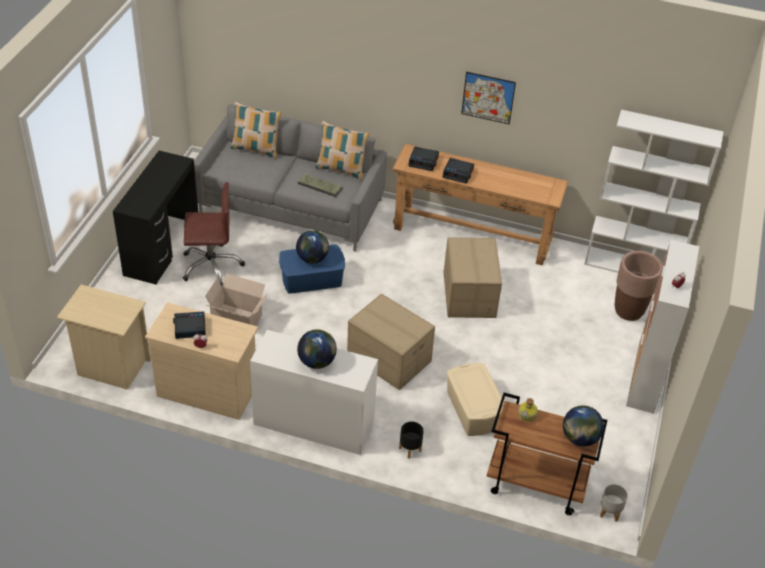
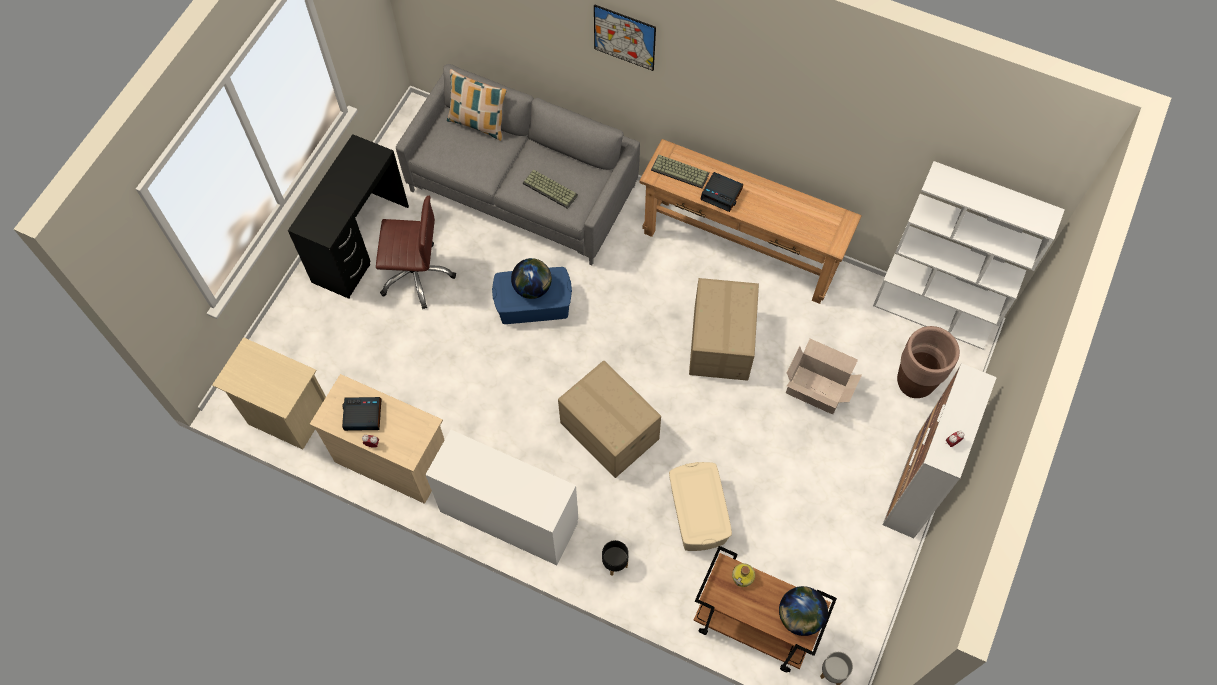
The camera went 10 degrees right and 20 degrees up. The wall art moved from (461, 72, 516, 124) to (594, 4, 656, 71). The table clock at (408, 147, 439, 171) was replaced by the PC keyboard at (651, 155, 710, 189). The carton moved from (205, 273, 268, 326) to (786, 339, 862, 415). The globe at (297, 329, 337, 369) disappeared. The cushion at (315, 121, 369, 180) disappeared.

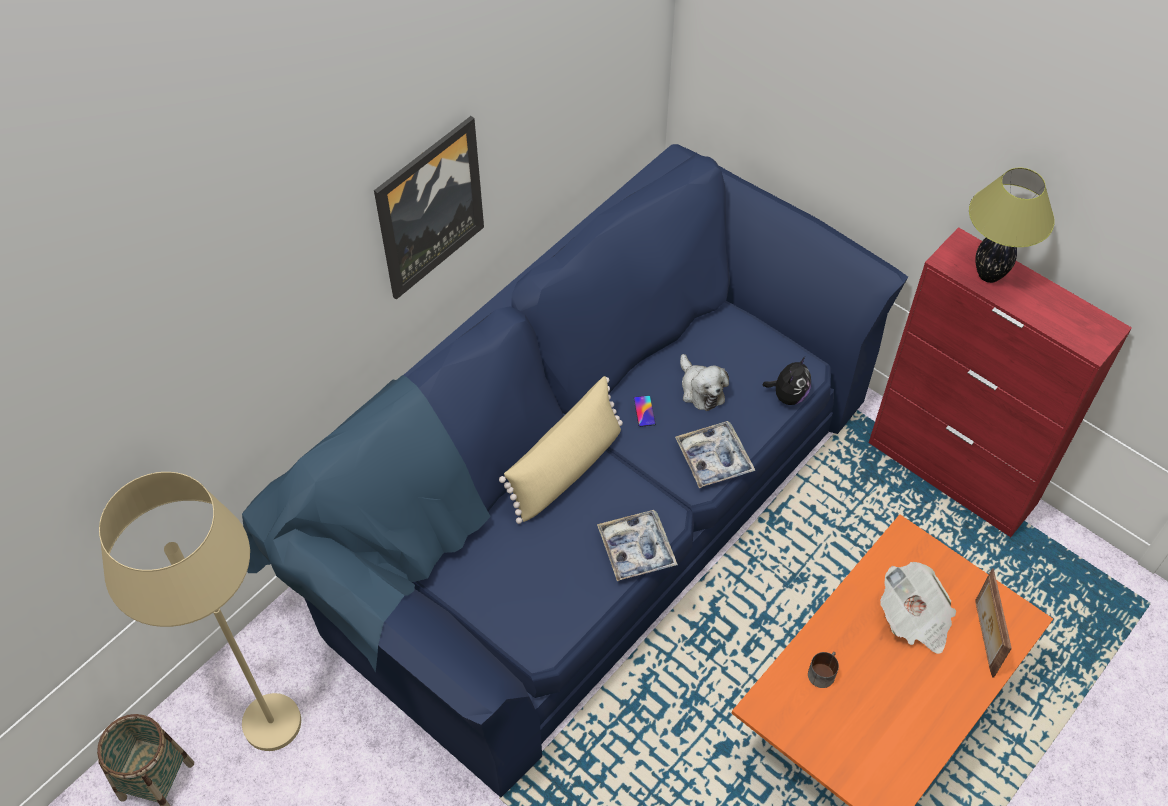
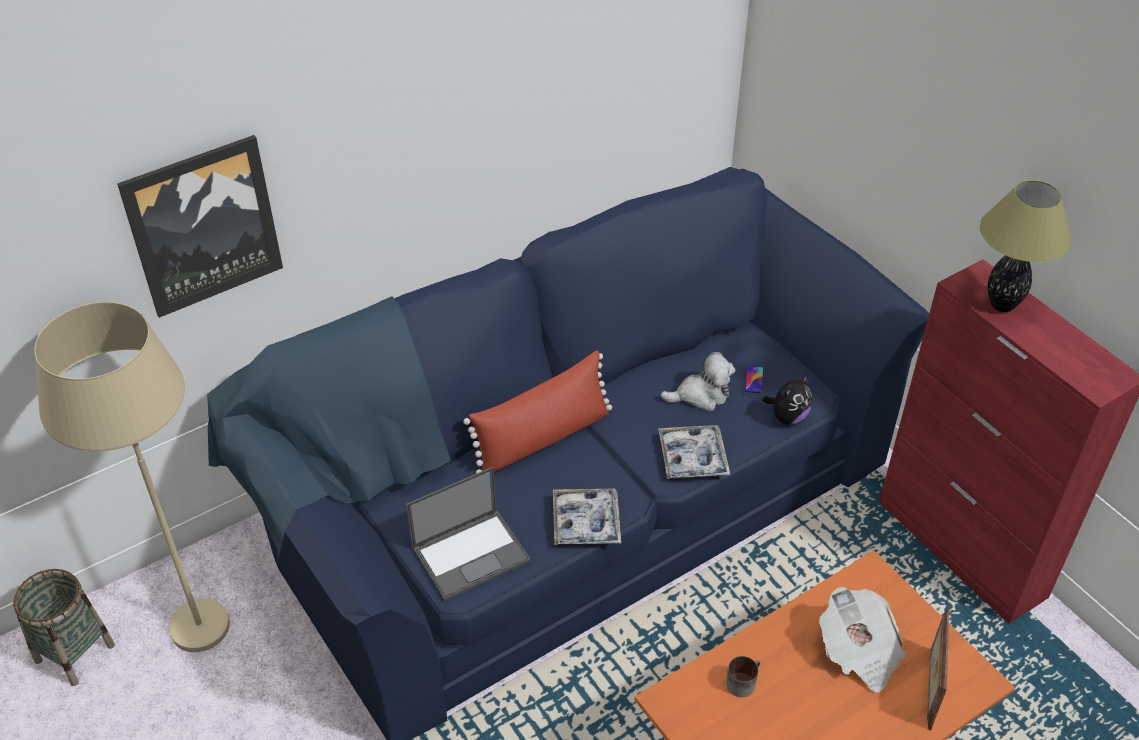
The camera went 15 degrees right and 10 degrees down. The wall art moved from (374, 116, 484, 300) to (117, 135, 283, 318). The portable computer at (406, 467, 530, 601) appeared. The beige cushion at (499, 376, 623, 524) became the reddish cushion at (463, 351, 612, 474). The soft toy at (680, 354, 729, 411) turned 90 degrees counterclockwise. The handset moved from (634, 396, 655, 427) to (745, 366, 763, 393).

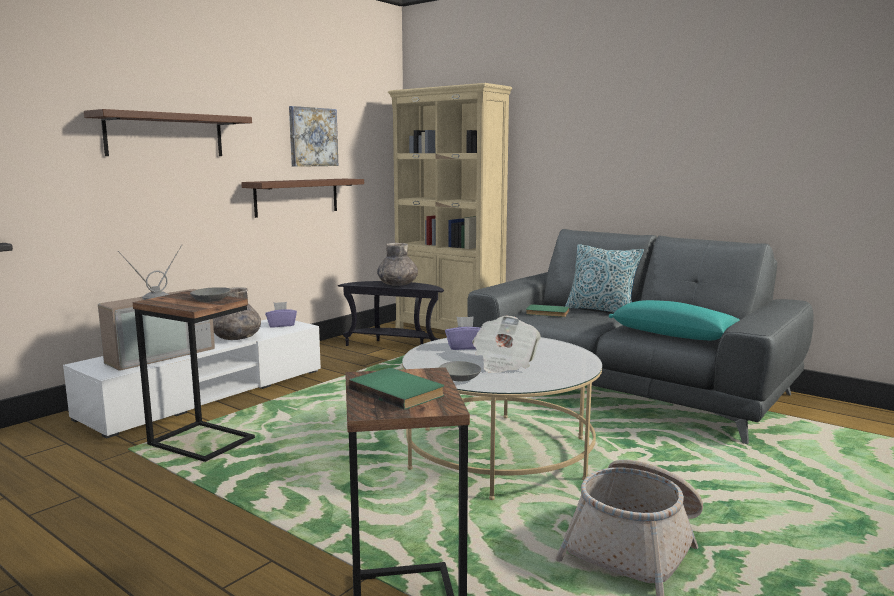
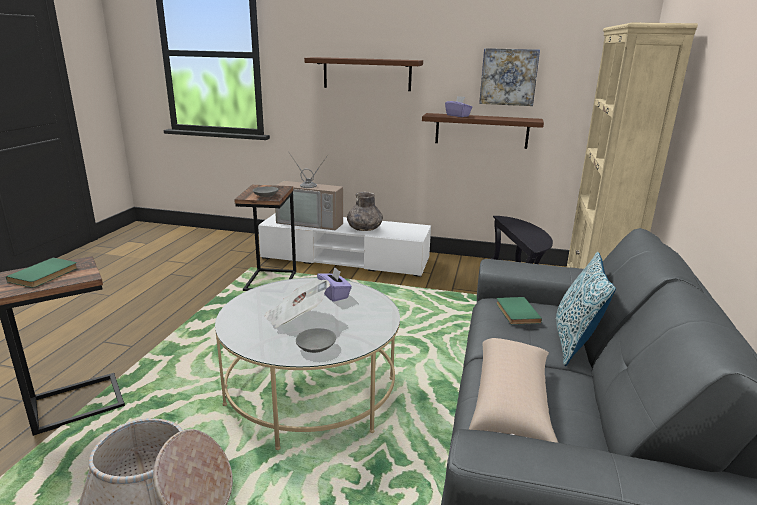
The camera went 65 degrees right and 10 degrees up. The gray deep dish moved from (439, 361, 481, 382) to (296, 328, 336, 353). The purple-coloured tissue box moved from (265, 302, 297, 327) to (445, 96, 472, 117). The turquoise-coloured cushion at (609, 300, 740, 340) became the beige cushion at (469, 338, 558, 443). The gray flower vase at (377, 243, 418, 286) disappeared.

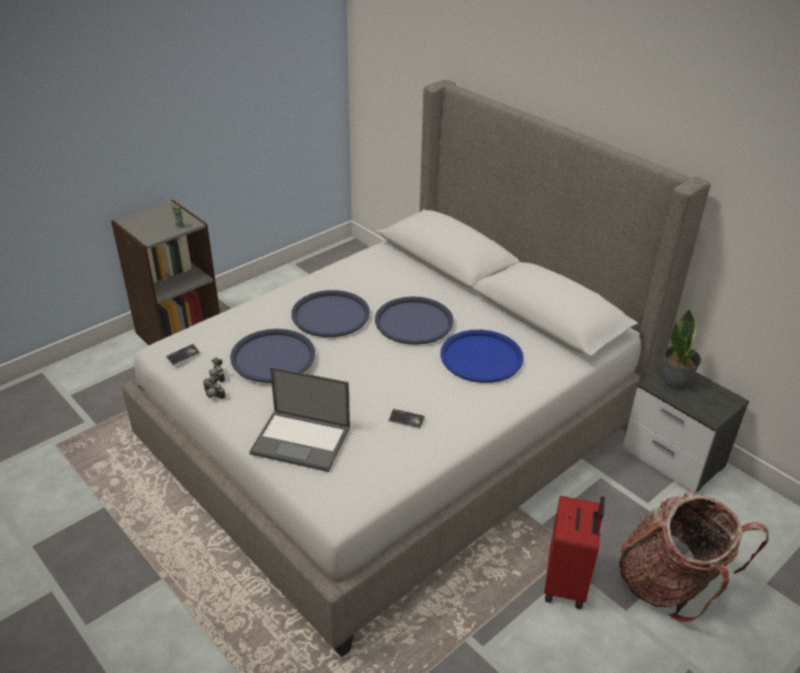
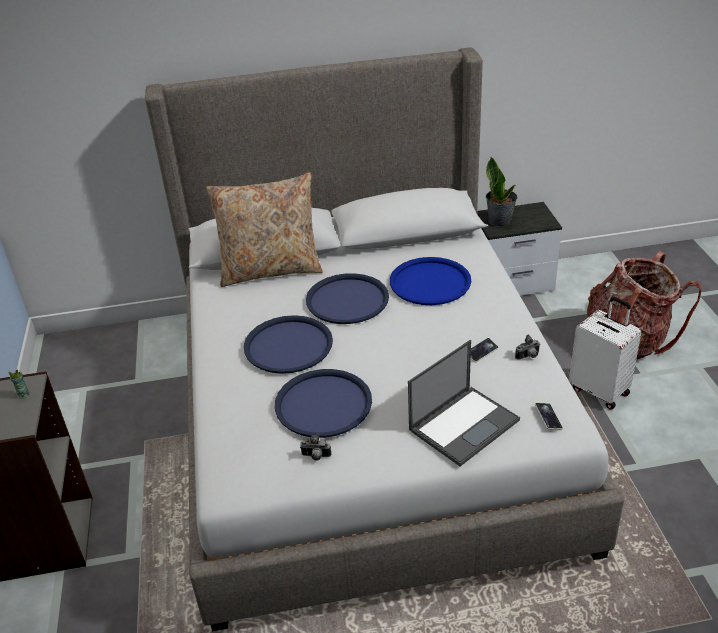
The camera went 55 degrees left and 0 degrees up. The beige cushion at (206, 173, 323, 287) appeared. The photo camera moved from (203, 376, 226, 399) to (515, 335, 540, 360). The handset moved from (166, 344, 200, 366) to (535, 403, 563, 430). The reddish suitcase at (544, 496, 605, 609) became the whitish suitcase at (569, 297, 641, 410).

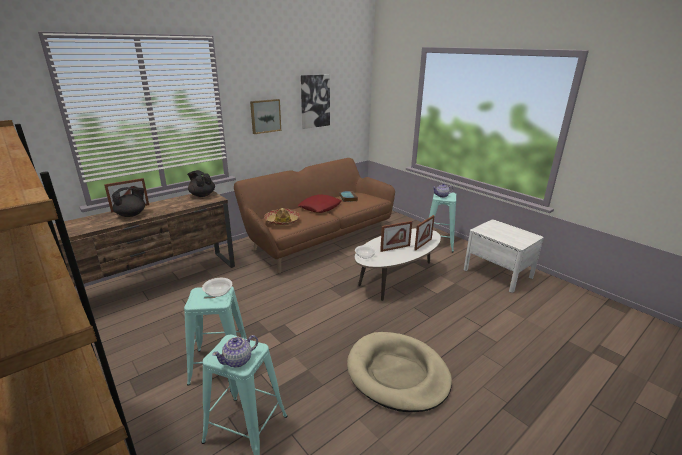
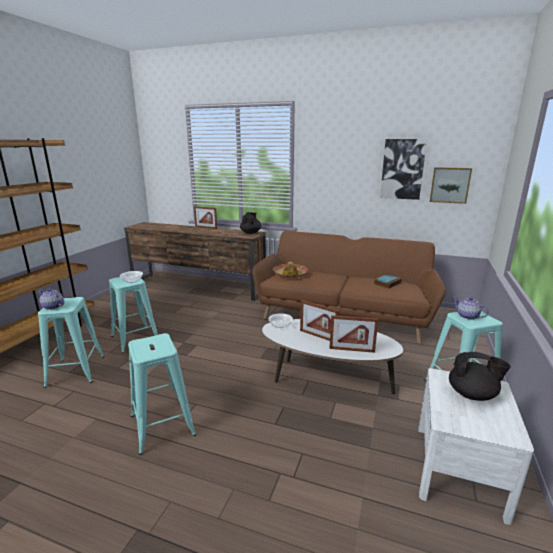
The camera went 60 degrees right and 5 degrees down. The beige dog bed at (347, 332, 452, 412) was replaced by the turquoise-coloured stool seat at (128, 333, 196, 455). The wall art moved from (250, 99, 281, 134) to (430, 167, 472, 204). The blackish tea pot moved from (112, 187, 145, 217) to (449, 352, 511, 401). The reddish cushion at (298, 194, 342, 213) disappeared.

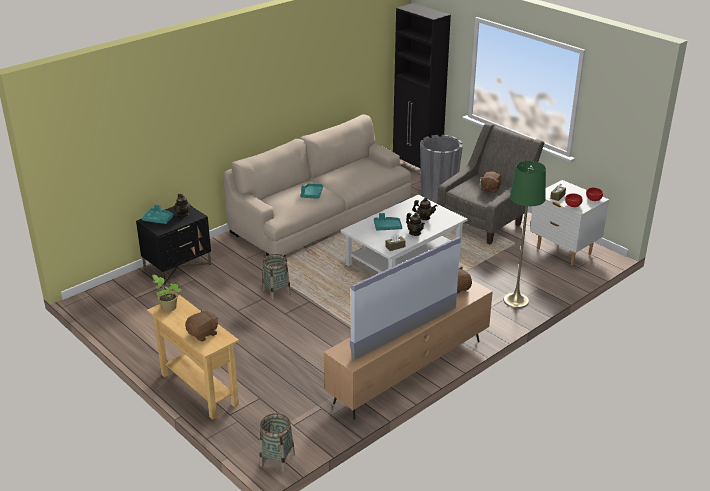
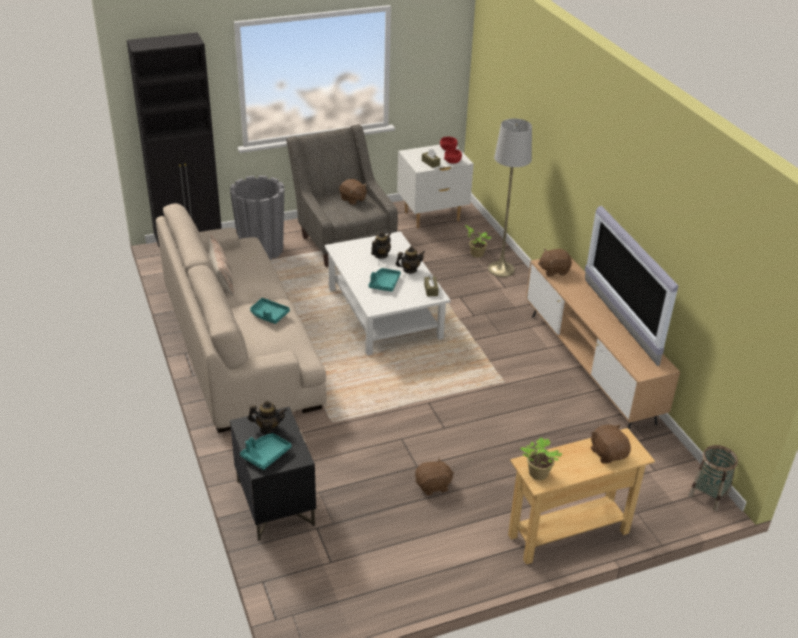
The camera went 70 degrees left and 5 degrees up. The cushion at (209, 234, 233, 296) appeared. The brown-coloured soft toy at (415, 458, 454, 495) appeared. The houseplant at (465, 225, 492, 257) appeared. The green floor lamp at (503, 161, 546, 308) became the gray floor lamp at (488, 119, 532, 277). The storage basket at (263, 254, 291, 300) disappeared.

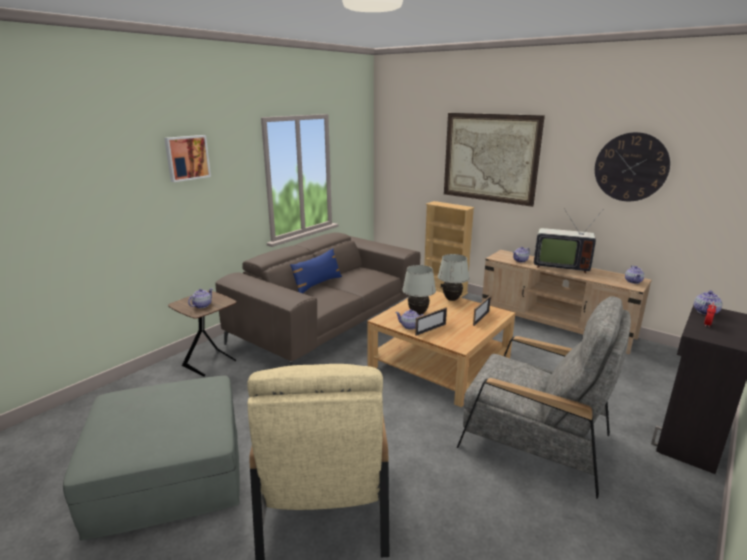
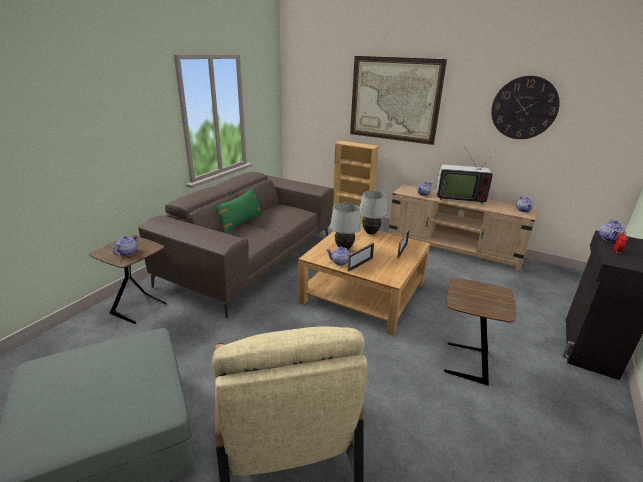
The camera went 10 degrees left and 5 degrees up. The bluish cushion at (290, 248, 342, 293) became the green cushion at (215, 188, 263, 234). The gray armchair at (457, 296, 631, 499) was replaced by the brown-coloured end table at (444, 278, 516, 386). The wall art at (164, 135, 211, 182) disappeared.

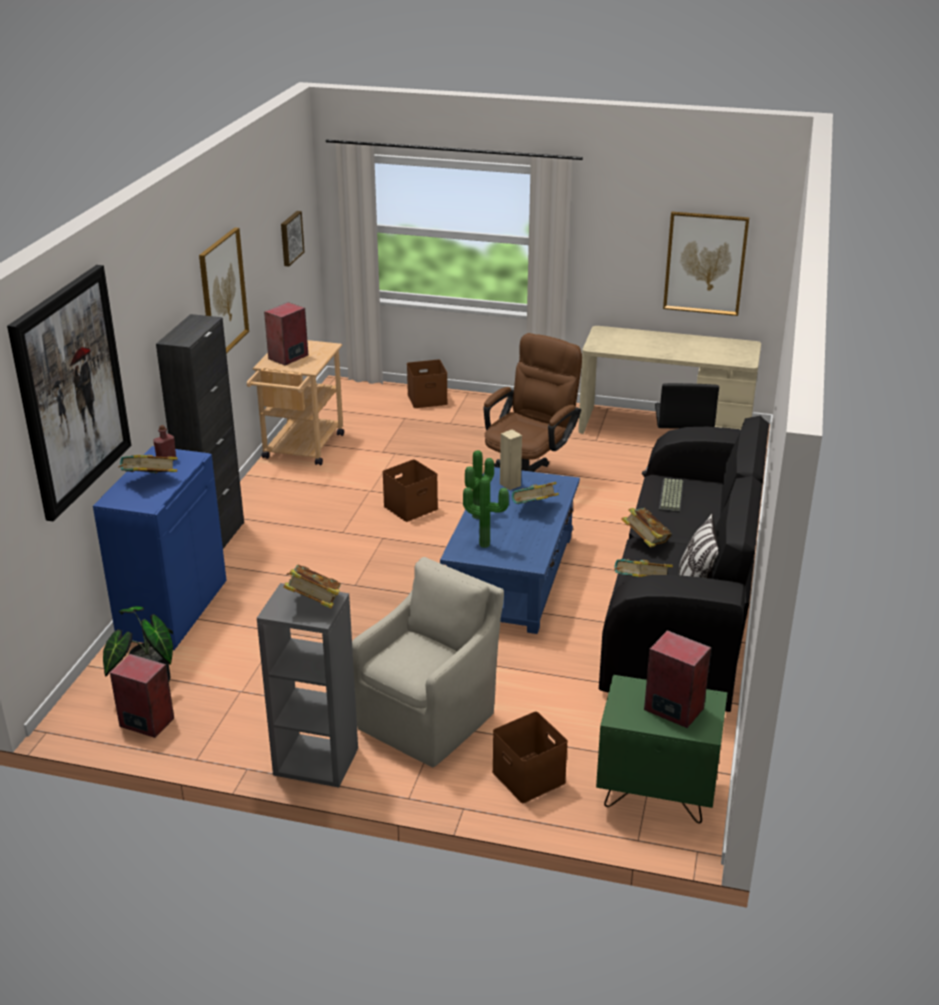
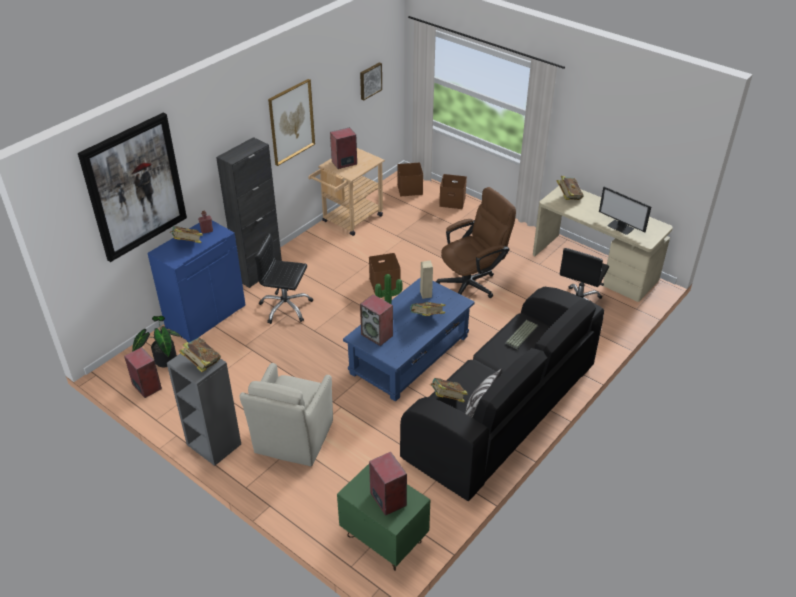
The camera went 25 degrees right and 10 degrees up. The beige armchair at (352, 557, 504, 767) turned 135 degrees clockwise. The blackish desk chair at (254, 233, 313, 324) appeared. The houseplant at (463, 477, 509, 548) was replaced by the speaker at (360, 294, 393, 346). The brown-coloured storage bin moved from (492, 711, 568, 803) to (397, 163, 423, 196). The bound book moved from (622, 508, 672, 548) to (557, 176, 583, 200). The computer screen at (599, 187, 651, 235) appeared. The wall art at (663, 212, 749, 316) disappeared.

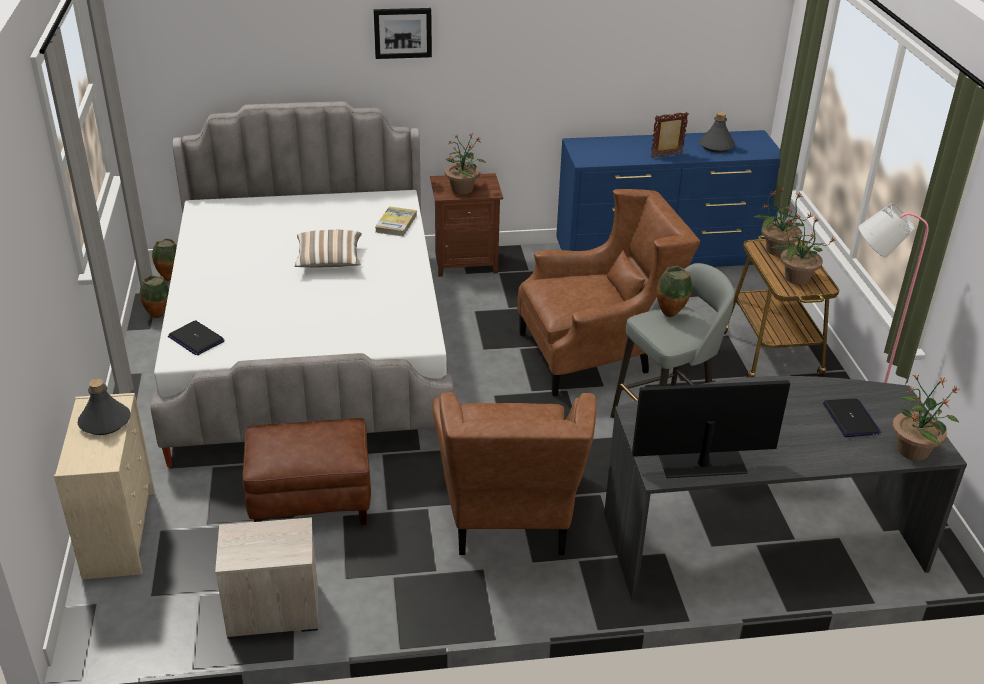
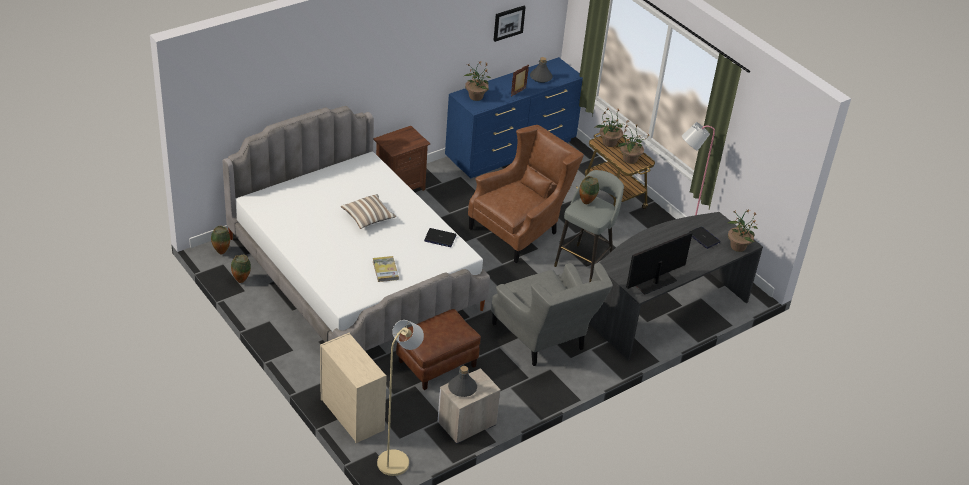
The camera went 30 degrees left and 5 degrees up. The bound book moved from (375, 206, 417, 236) to (373, 256, 399, 282). The beige floor lamp at (377, 320, 424, 476) appeared. The portable computer moved from (168, 320, 225, 355) to (424, 228, 456, 247). The gray beverage bottle moved from (78, 379, 131, 435) to (448, 366, 477, 397). The houseplant moved from (444, 133, 486, 194) to (463, 62, 491, 101). The brown-coloured armchair at (433, 392, 596, 555) became the gray armchair at (491, 263, 613, 366). The wall art moved from (374, 8, 432, 59) to (493, 6, 526, 42).

